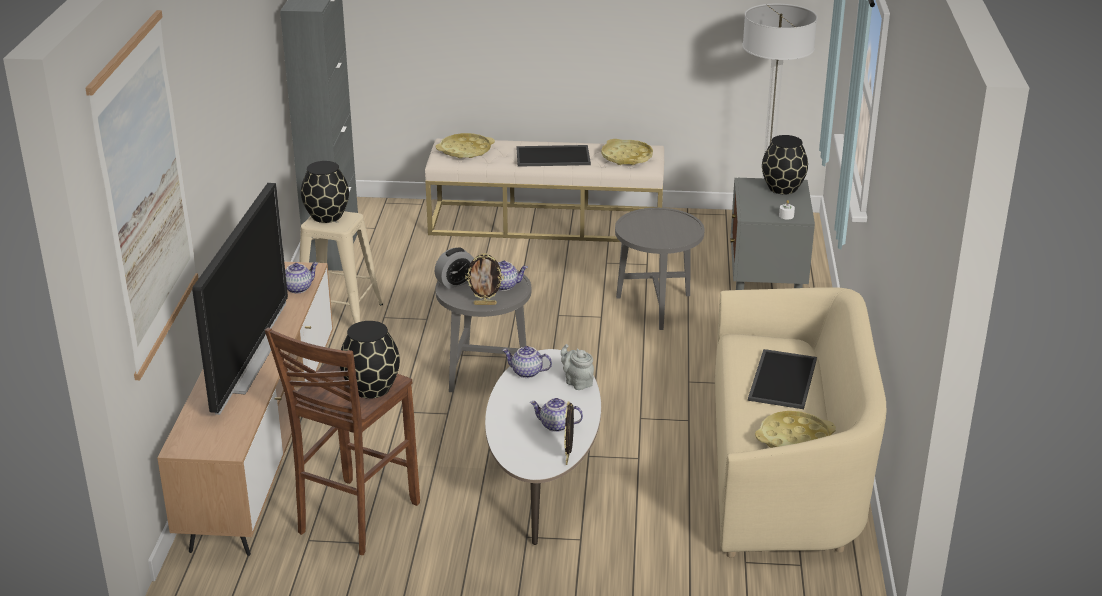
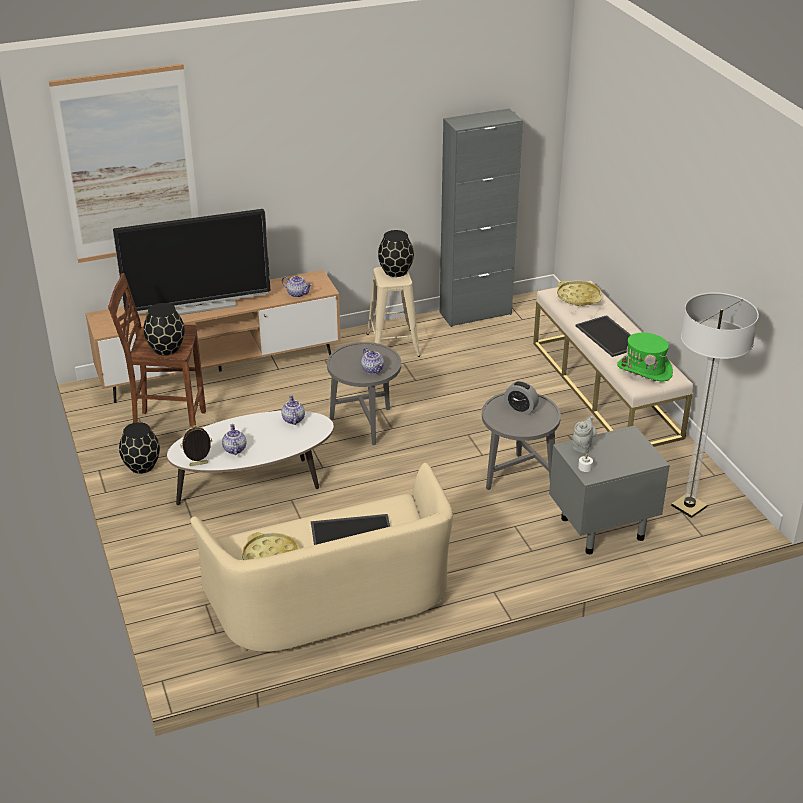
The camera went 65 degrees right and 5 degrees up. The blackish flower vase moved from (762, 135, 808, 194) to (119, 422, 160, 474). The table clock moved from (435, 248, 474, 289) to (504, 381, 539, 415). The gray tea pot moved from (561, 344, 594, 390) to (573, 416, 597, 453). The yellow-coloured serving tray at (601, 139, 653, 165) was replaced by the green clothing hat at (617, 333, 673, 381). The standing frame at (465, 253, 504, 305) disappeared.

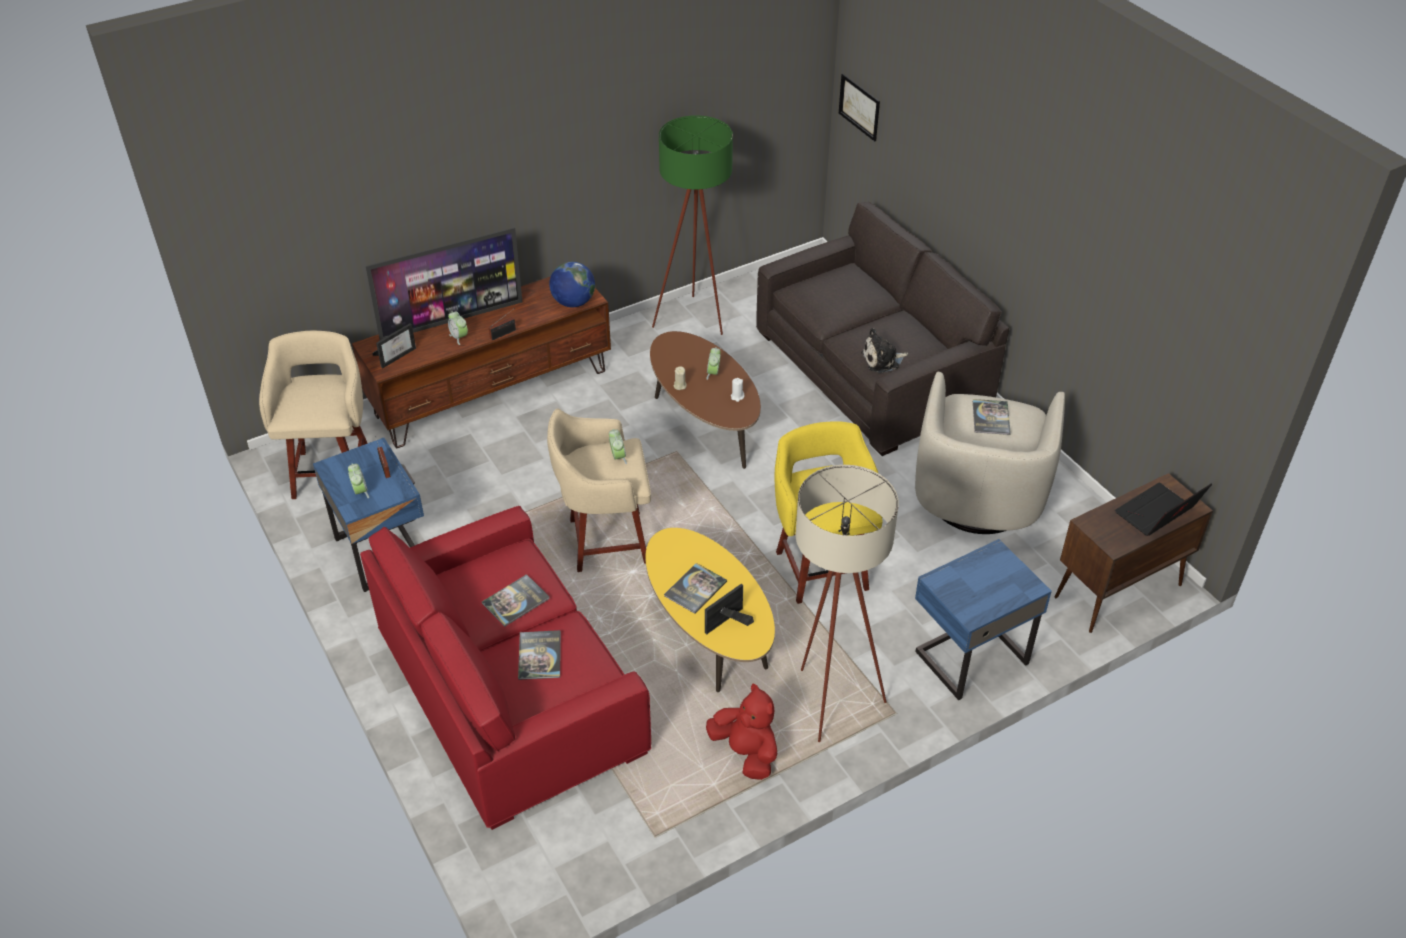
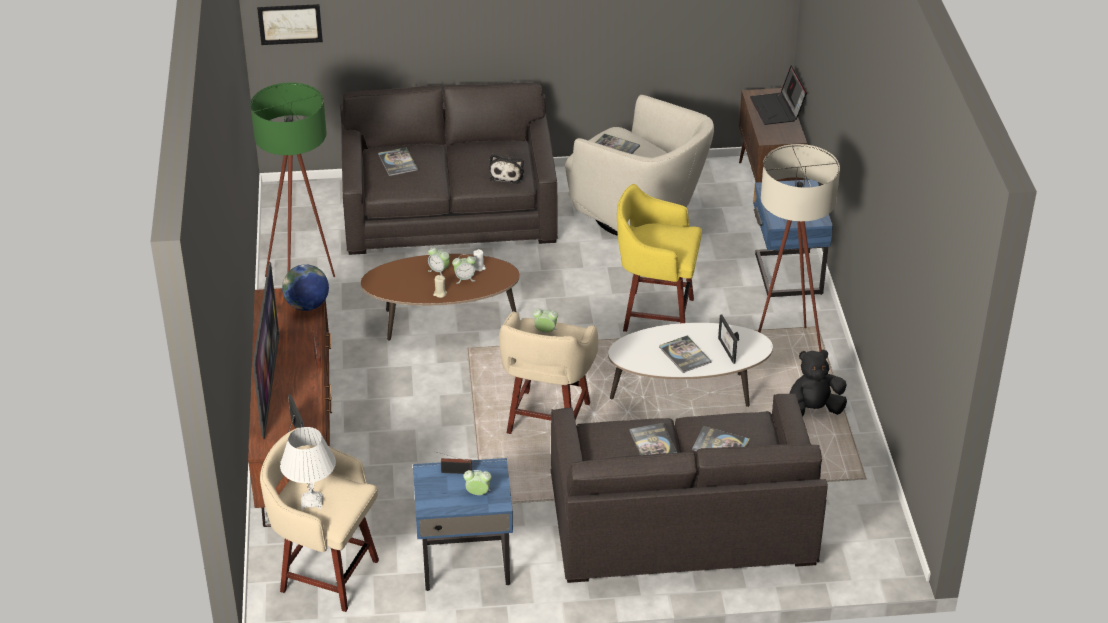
The camera went 65 degrees left and 5 degrees down. The whitish lamp for a table at (280, 427, 336, 509) appeared. The bound book at (378, 147, 418, 176) appeared. The table clock moved from (448, 311, 468, 345) to (452, 254, 476, 284). The reddish couch at (360, 506, 651, 830) became the gray couch at (551, 393, 828, 583). The yellow-coloured coffee table at (645, 528, 775, 692) became the whitish coffee table at (608, 323, 773, 407). The reddish soft toy at (706, 684, 777, 780) became the blackish soft toy at (789, 350, 847, 417).

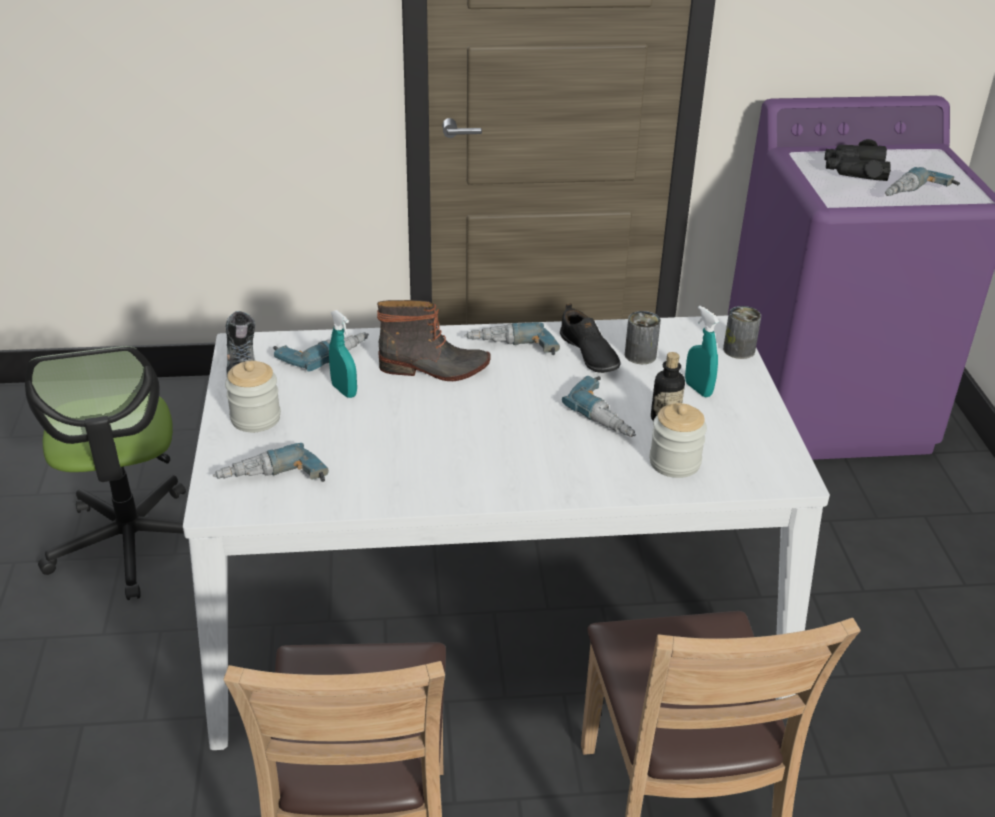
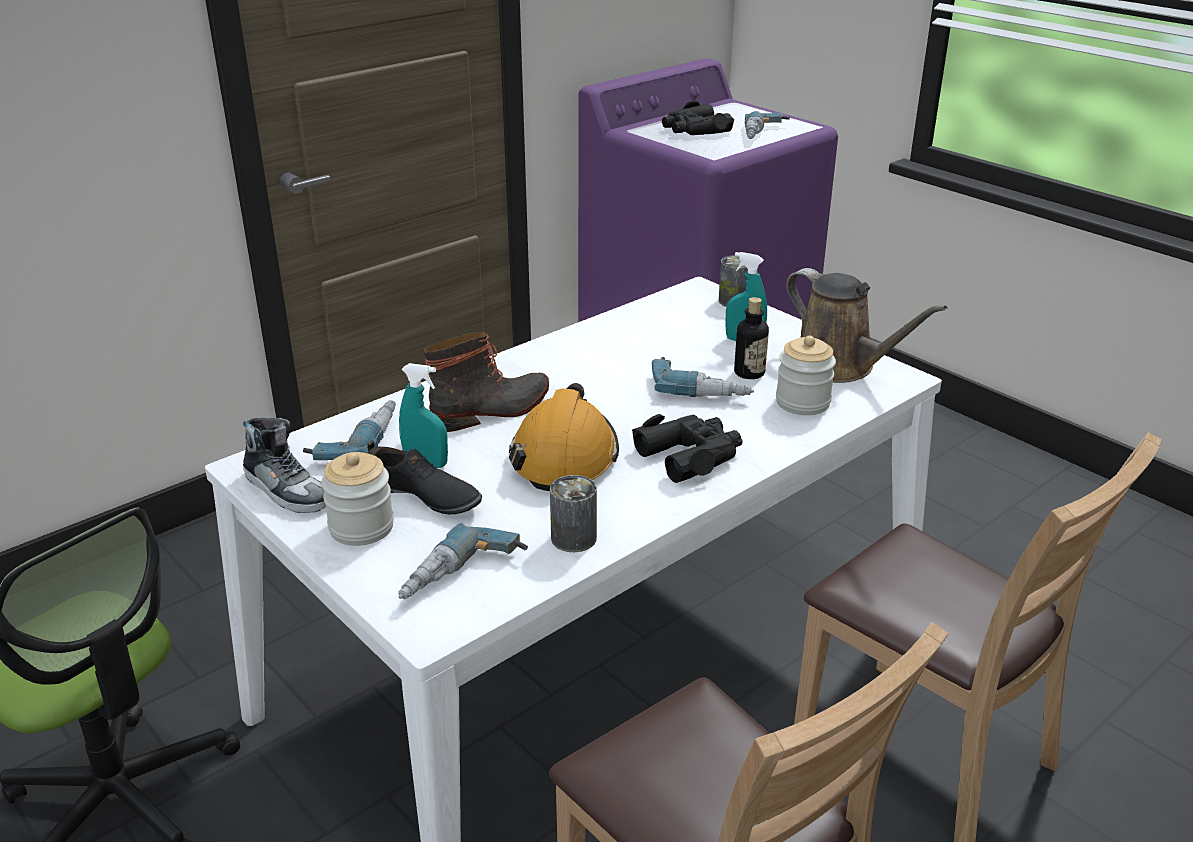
The camera went 35 degrees left and 5 degrees down. The blackish item of footwear moved from (560, 303, 621, 373) to (367, 441, 482, 514). The orange safety helmet at (509, 383, 619, 491) appeared. The can moved from (625, 311, 661, 364) to (550, 475, 597, 552). The blackish binoculars at (632, 414, 743, 483) appeared. The brown-coloured watering pot at (786, 268, 947, 383) appeared. The drill at (464, 322, 560, 355) disappeared.

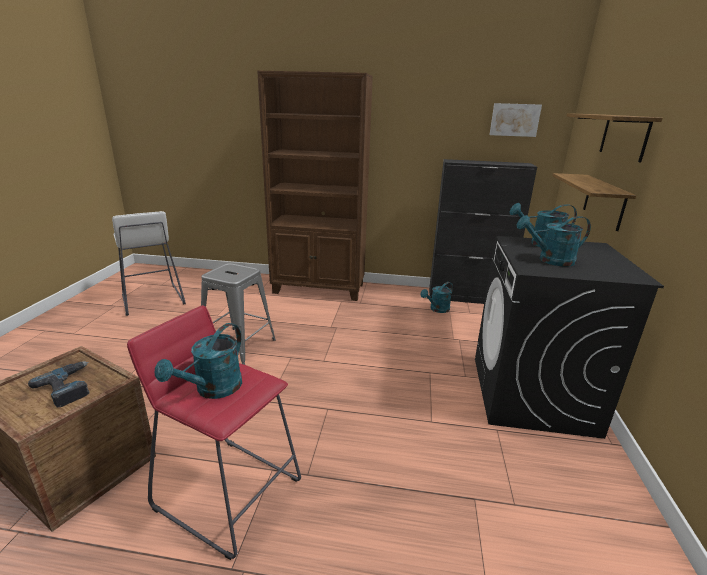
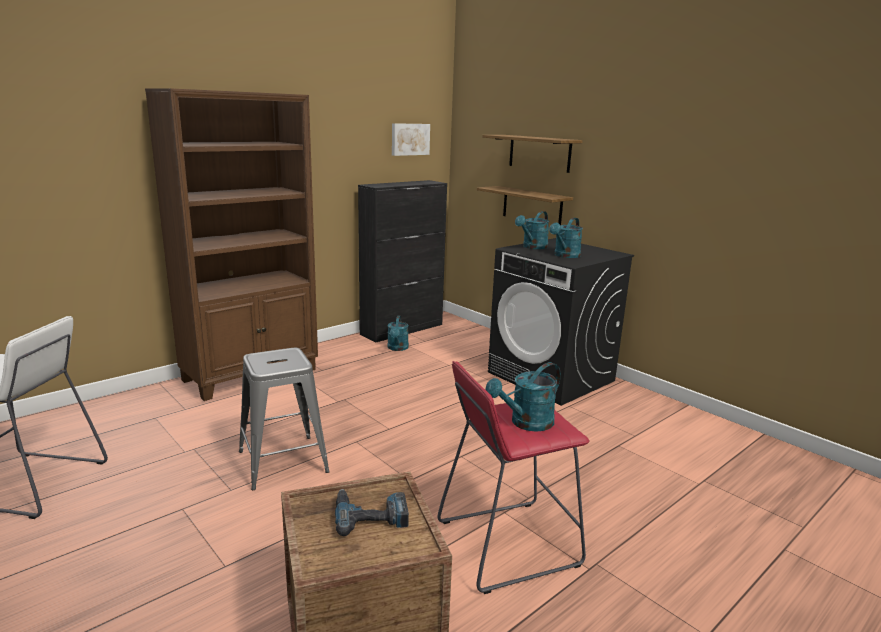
The camera went 50 degrees left and 5 degrees down. The turquoise-coloured watering pot at (155, 323, 242, 399) turned 75 degrees clockwise.

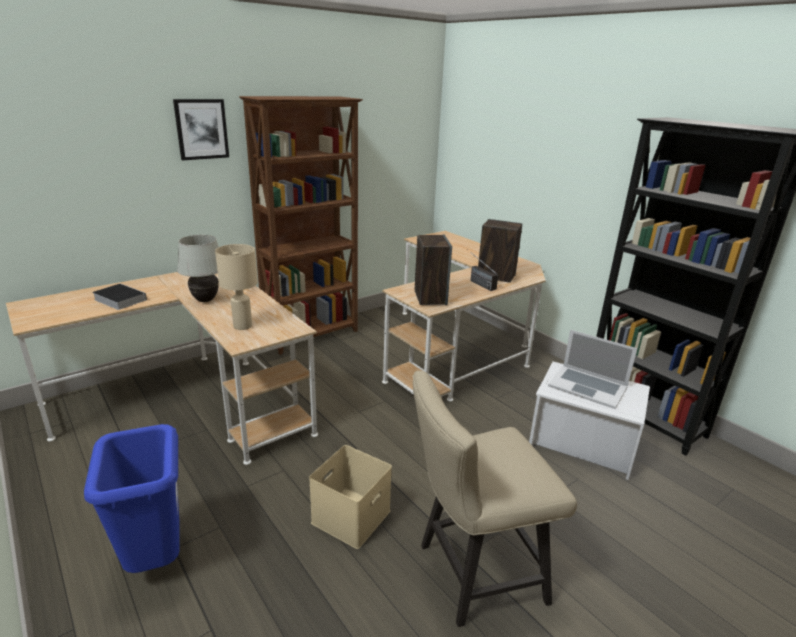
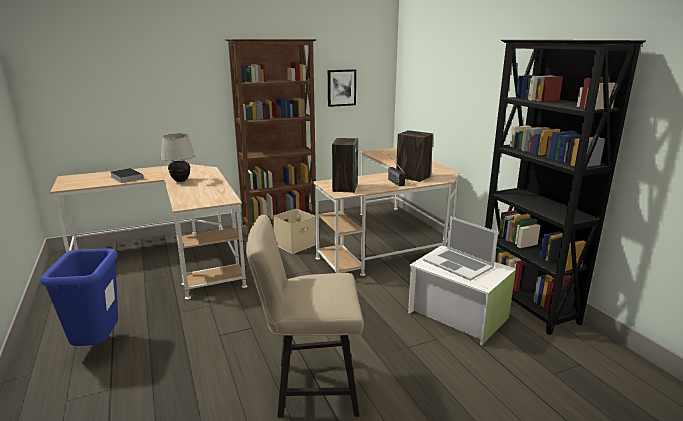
The camera went 15 degrees right and 5 degrees down. The beige storage bin moved from (309, 445, 392, 549) to (273, 209, 316, 254). The wall art moved from (173, 99, 229, 160) to (328, 69, 356, 107). The beige lamp for a table at (215, 244, 258, 330) disappeared.

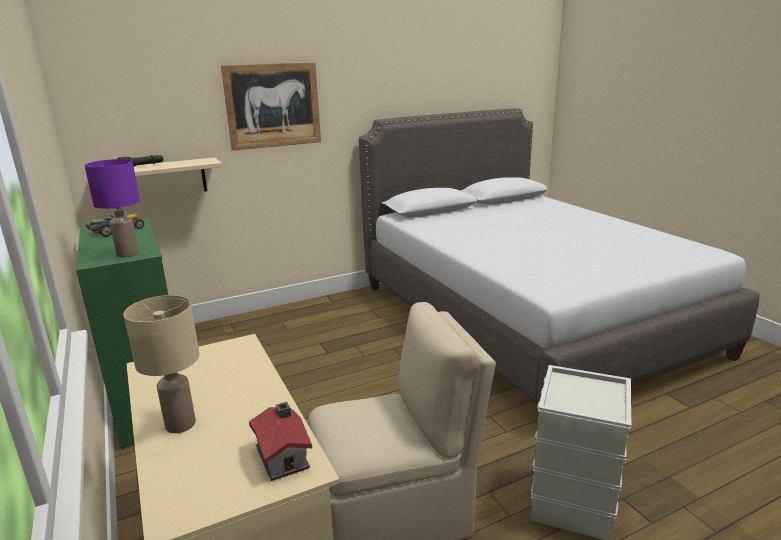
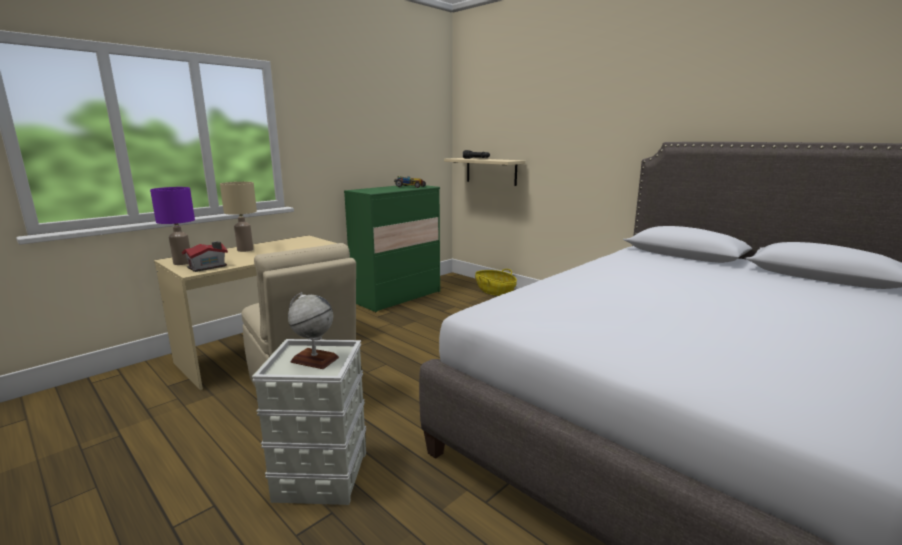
The camera went 70 degrees right and 5 degrees down. The purple-coloured lamp for a table moved from (84, 159, 140, 258) to (150, 187, 195, 265). The globe at (288, 292, 339, 369) appeared. The storage basket at (475, 269, 517, 296) appeared. The wall art at (221, 62, 321, 151) disappeared.

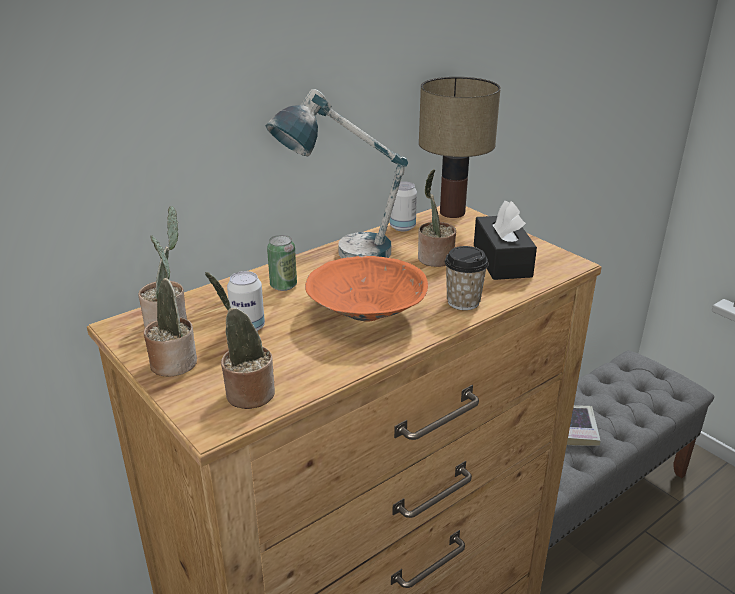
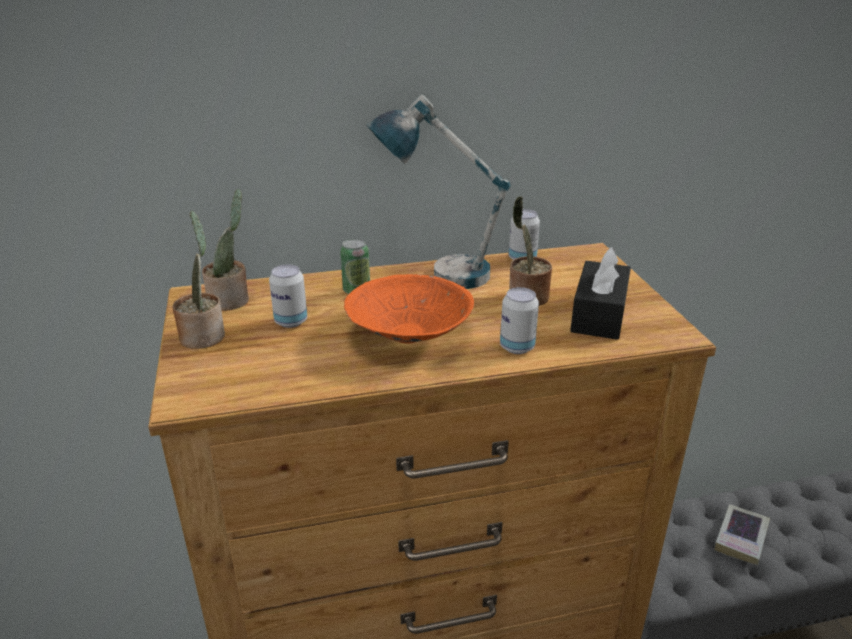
The camera went 25 degrees right and 0 degrees up. The drinking cup at (445, 246, 489, 310) was replaced by the can at (500, 287, 539, 354). The houseplant at (205, 272, 275, 409) disappeared. The lamp for a table at (419, 77, 501, 218) disappeared.

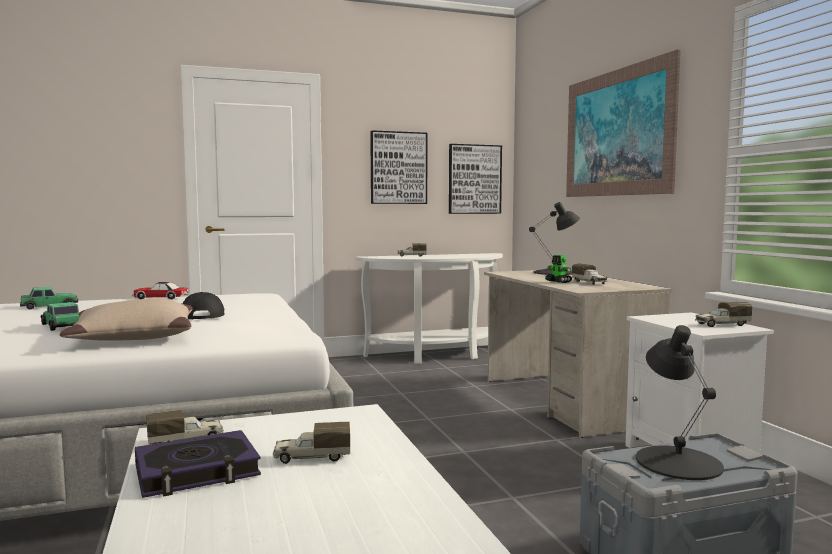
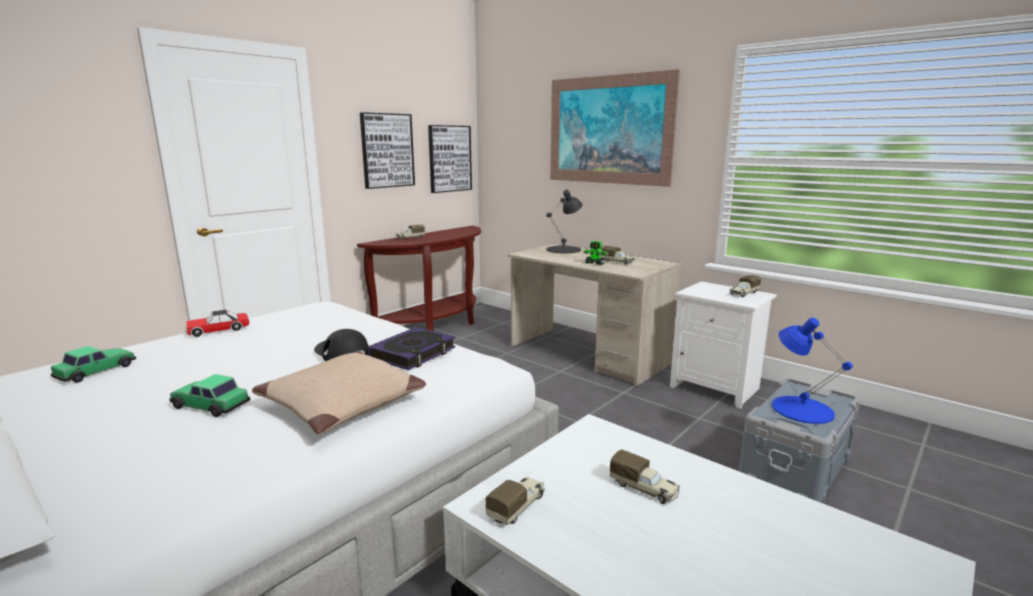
The camera went 30 degrees left and 10 degrees up. The whitish console table at (355, 253, 503, 364) became the brown-coloured console table at (357, 226, 481, 331). The bound book moved from (135, 430, 261, 498) to (367, 327, 455, 370). The model truck at (273, 422, 350, 464) turned 105 degrees counterclockwise. The blackish lamp for a table at (636, 325, 724, 480) became the bluish lamp for a table at (772, 318, 853, 424).

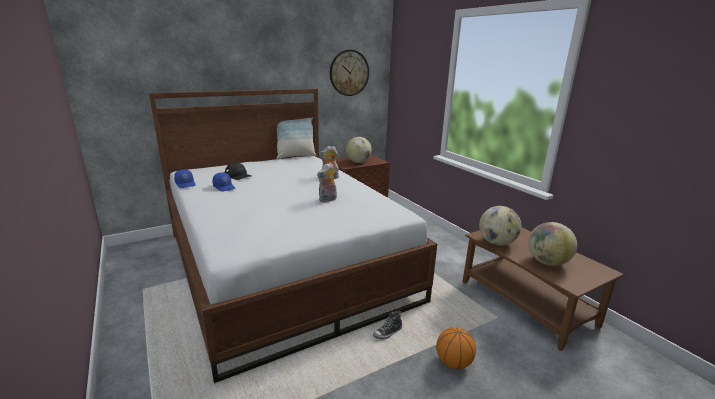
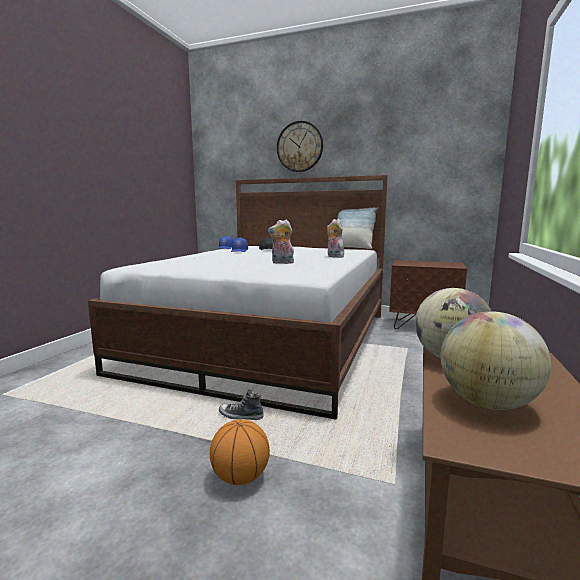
The camera went 50 degrees right and 10 degrees down. The hanging clock moved from (330, 50, 369, 96) to (277, 121, 323, 172). The globe at (346, 137, 372, 163) disappeared.

